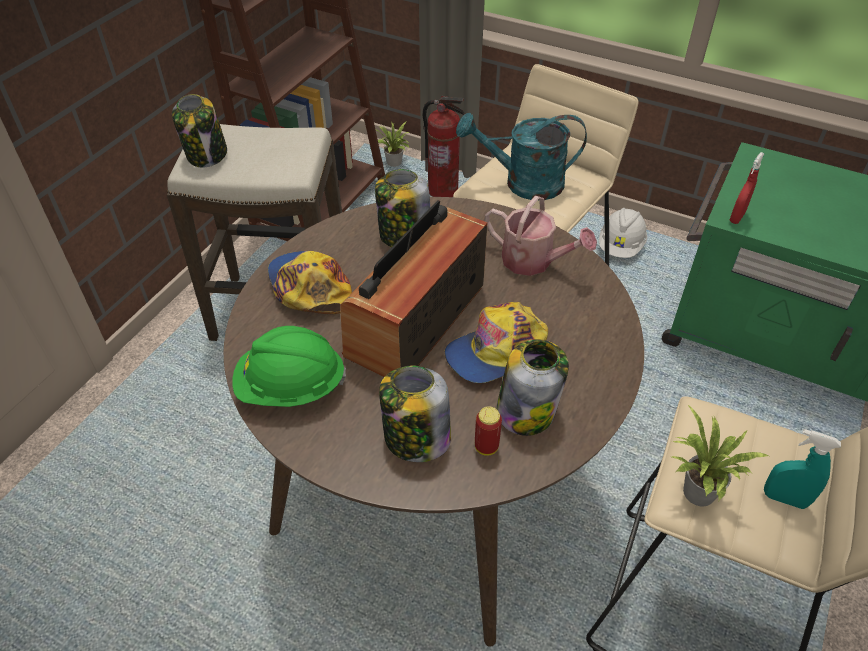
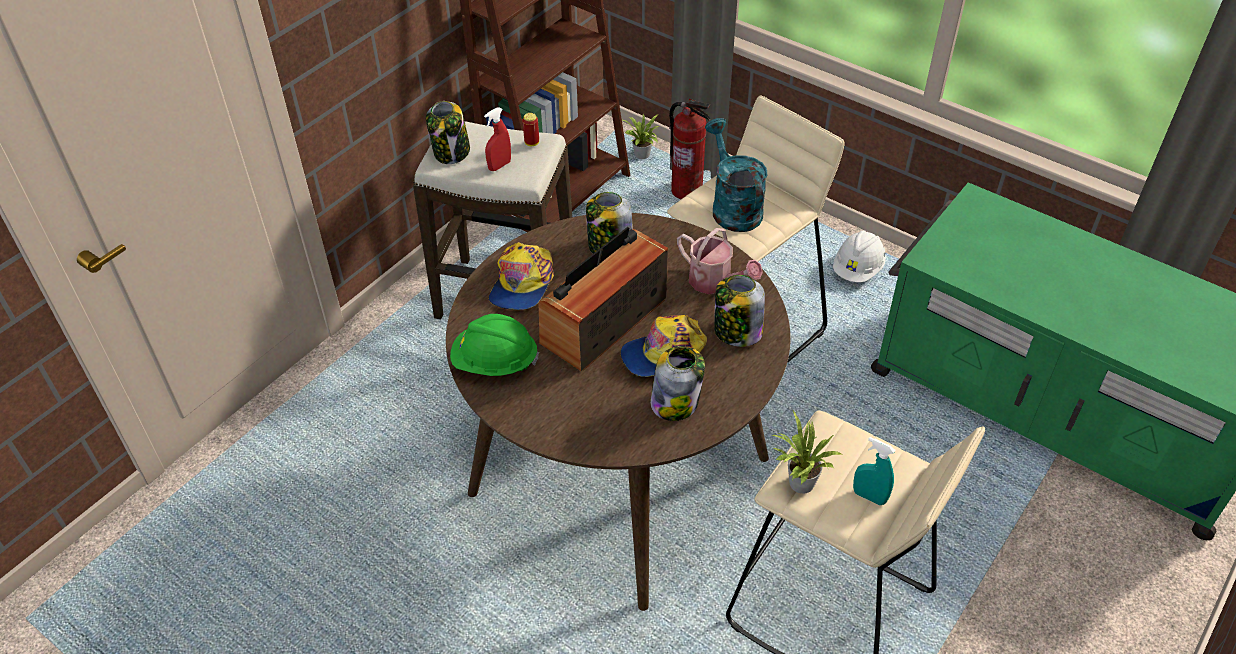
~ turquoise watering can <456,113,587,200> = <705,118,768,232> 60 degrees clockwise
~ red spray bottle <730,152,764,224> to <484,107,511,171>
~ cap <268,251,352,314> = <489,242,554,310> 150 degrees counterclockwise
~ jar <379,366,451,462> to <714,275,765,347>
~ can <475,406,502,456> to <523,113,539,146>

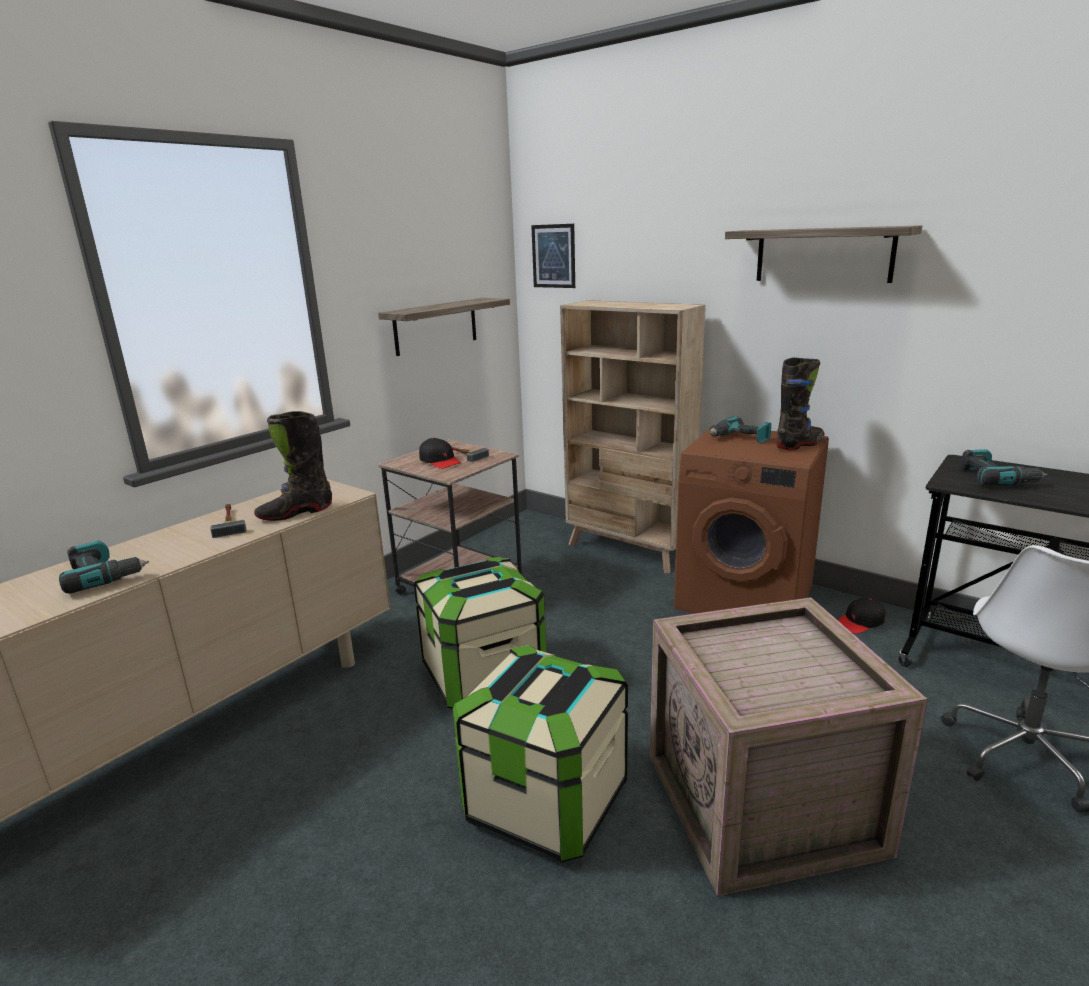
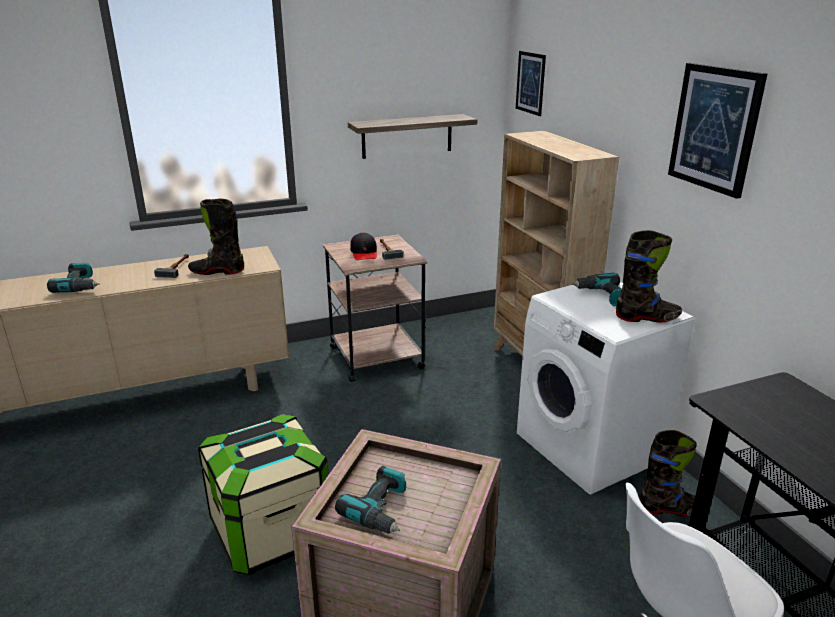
~ shelf <725,225,922,283> to picture <668,63,767,199>
~ brown washing machine <674,425,829,614> to white washing machine <517,282,695,494>
~ power drill <961,449,1048,486> to <335,466,406,534>
- storage box <414,557,546,709>
~ black cap <838,597,885,634> to black boot <639,430,697,517>

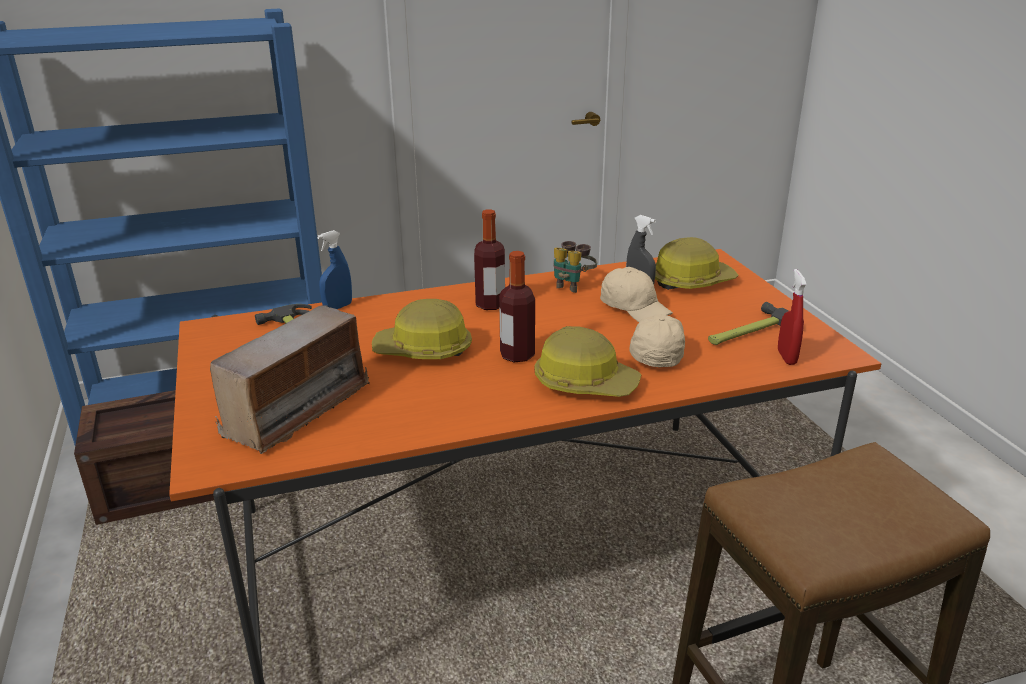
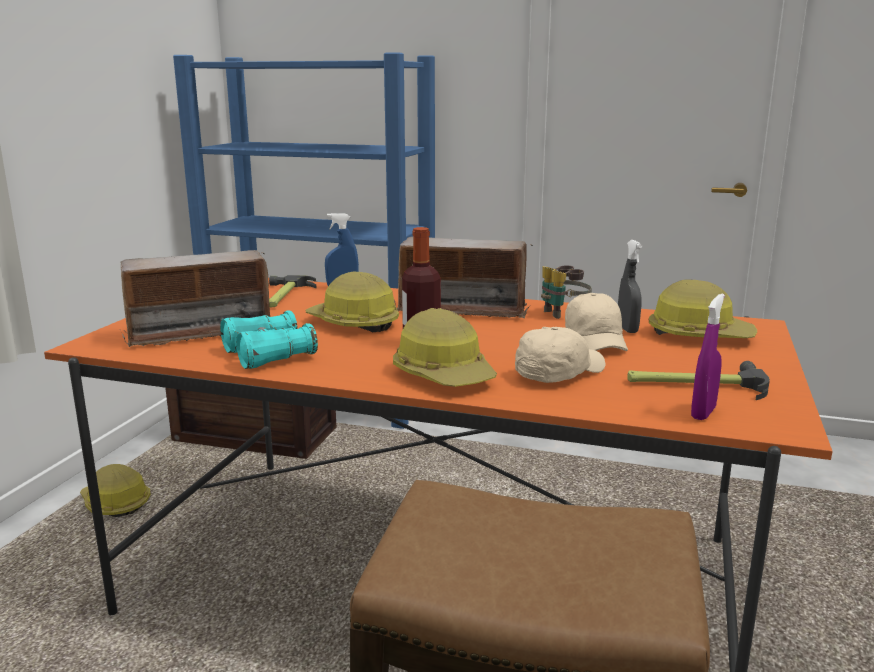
~ bottle <474,209,505,310> to radio <394,236,533,318>
~ red spray bottle <778,269,807,365> to purple spray bottle <691,294,725,420>
+ turquoise binoculars <220,311,318,369>
+ hard hat <80,464,151,517>

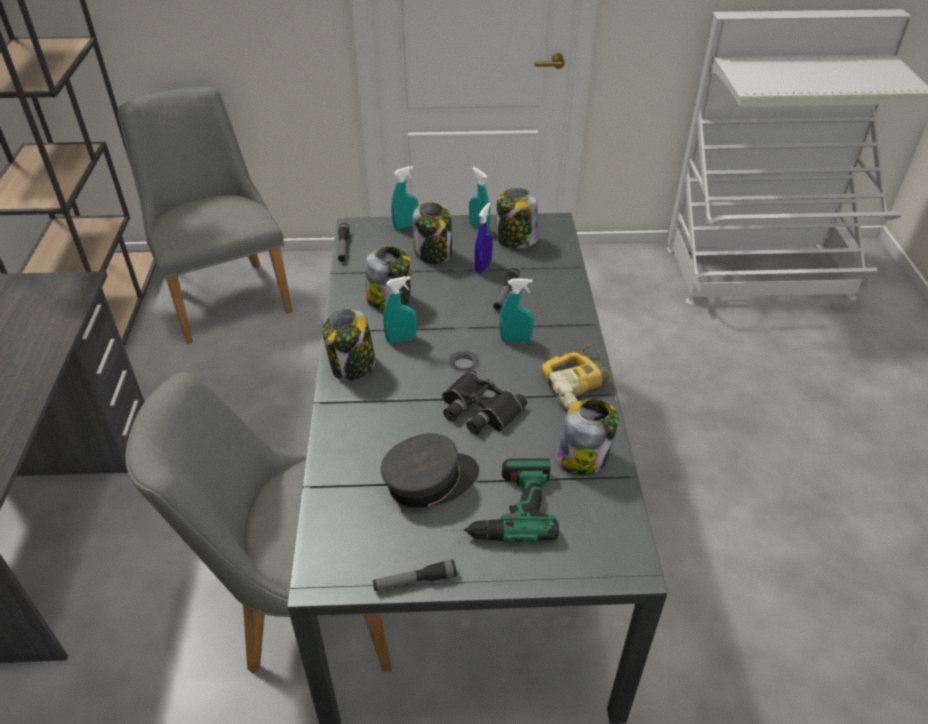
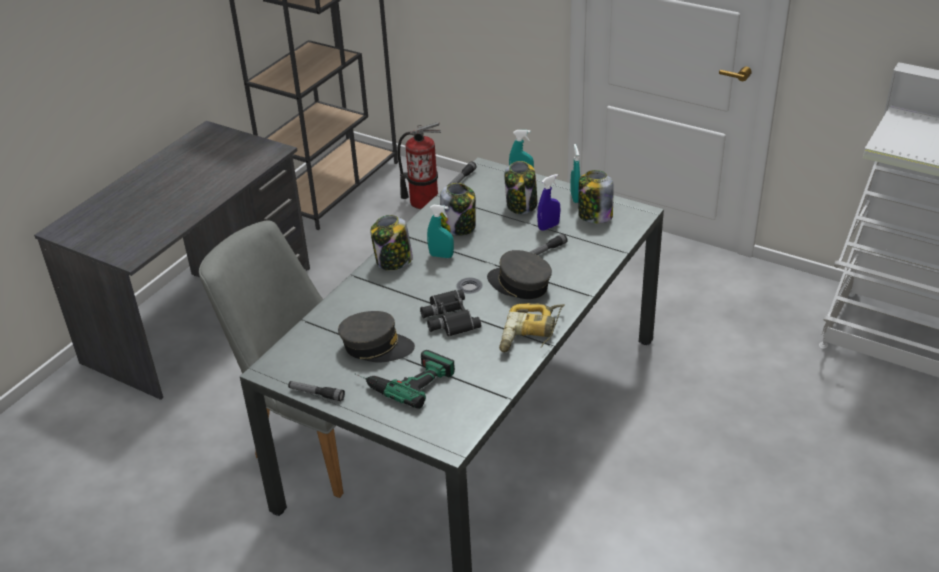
~ grey chair <118,87,293,344> to fire extinguisher <397,122,441,209>
~ turquoise spray bottle <500,279,534,342> to grey cap <487,250,552,299>
- jar <556,398,619,476>

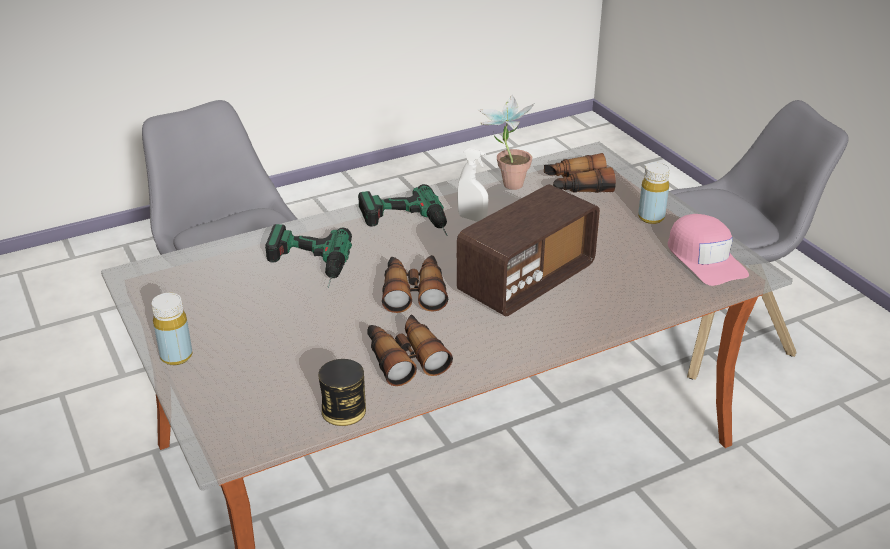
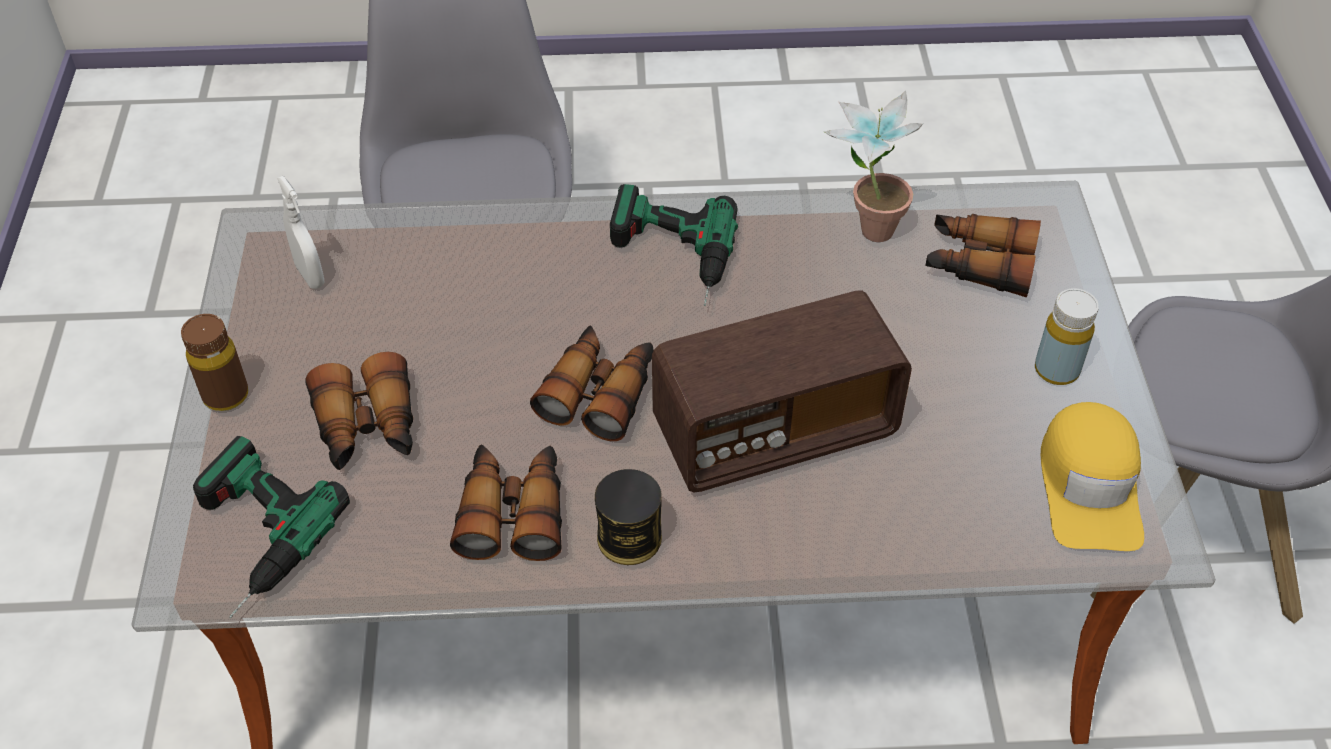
~ white spray bottle <457,148,488,222> to <277,176,325,289>
~ pink cap <668,214,749,286> to yellow cap <1041,402,1144,551>
~ power drill <265,224,352,288> to <193,436,350,618>
~ yellow bottle <152,293,193,365> to brown bottle <181,314,248,411>
~ can <318,359,366,426> to <595,469,662,565>
+ binoculars <305,352,413,470>

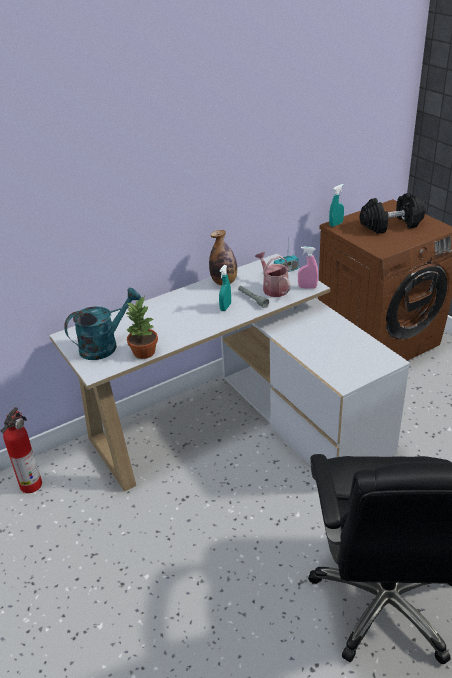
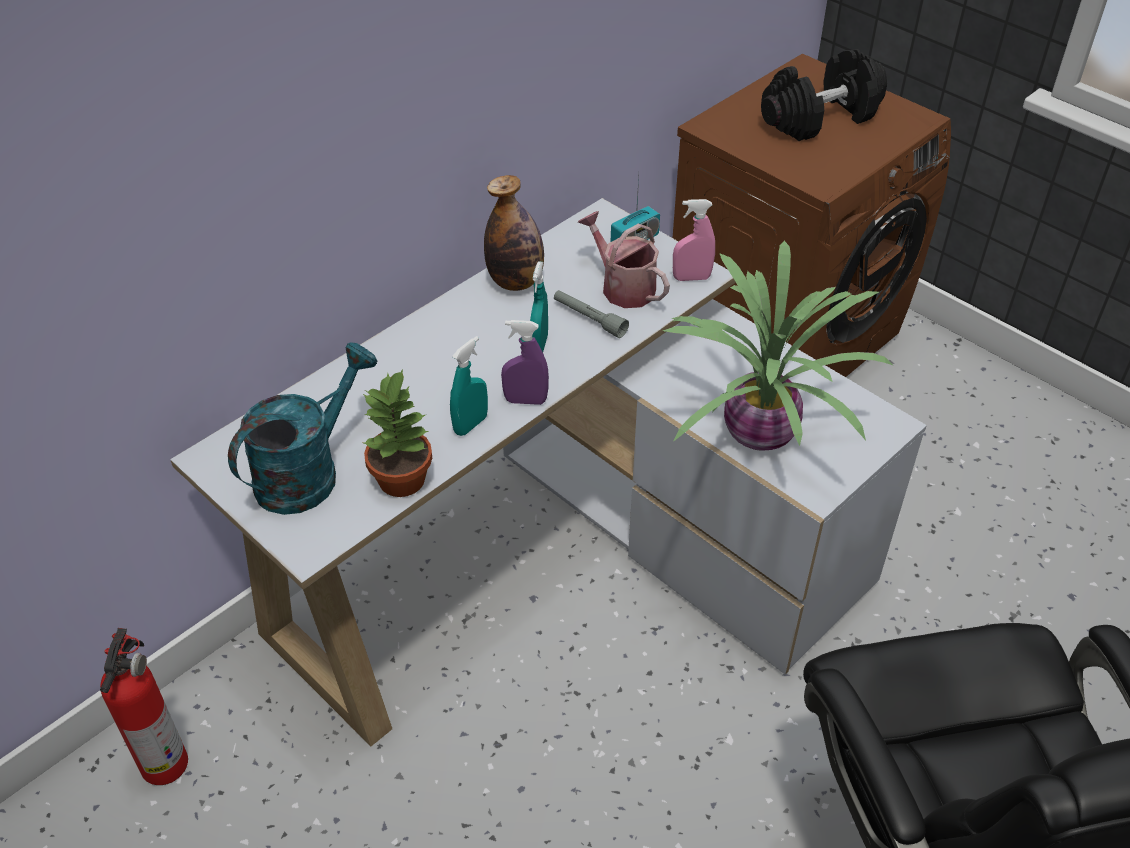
~ turquoise spray bottle <329,184,344,227> to <450,336,488,436>
+ potted plant <663,241,894,451>
+ purple spray bottle <501,320,549,405>

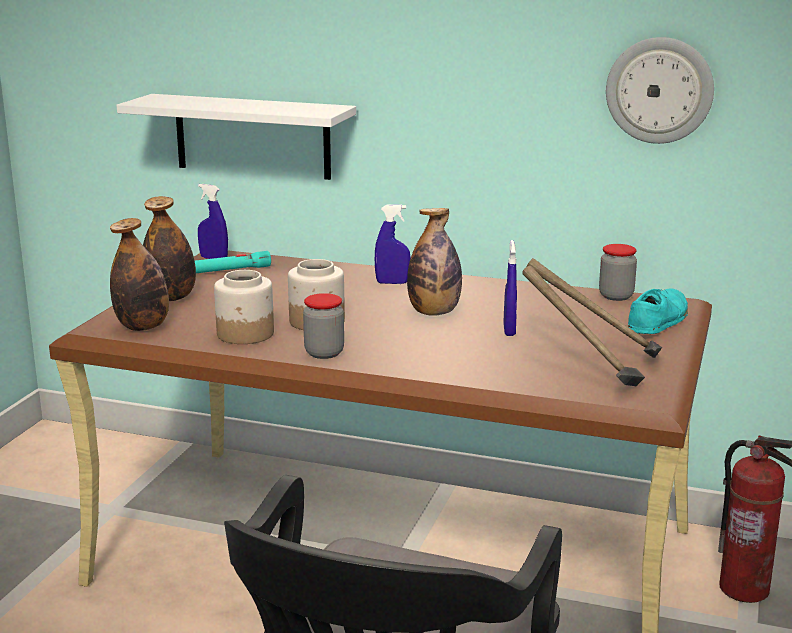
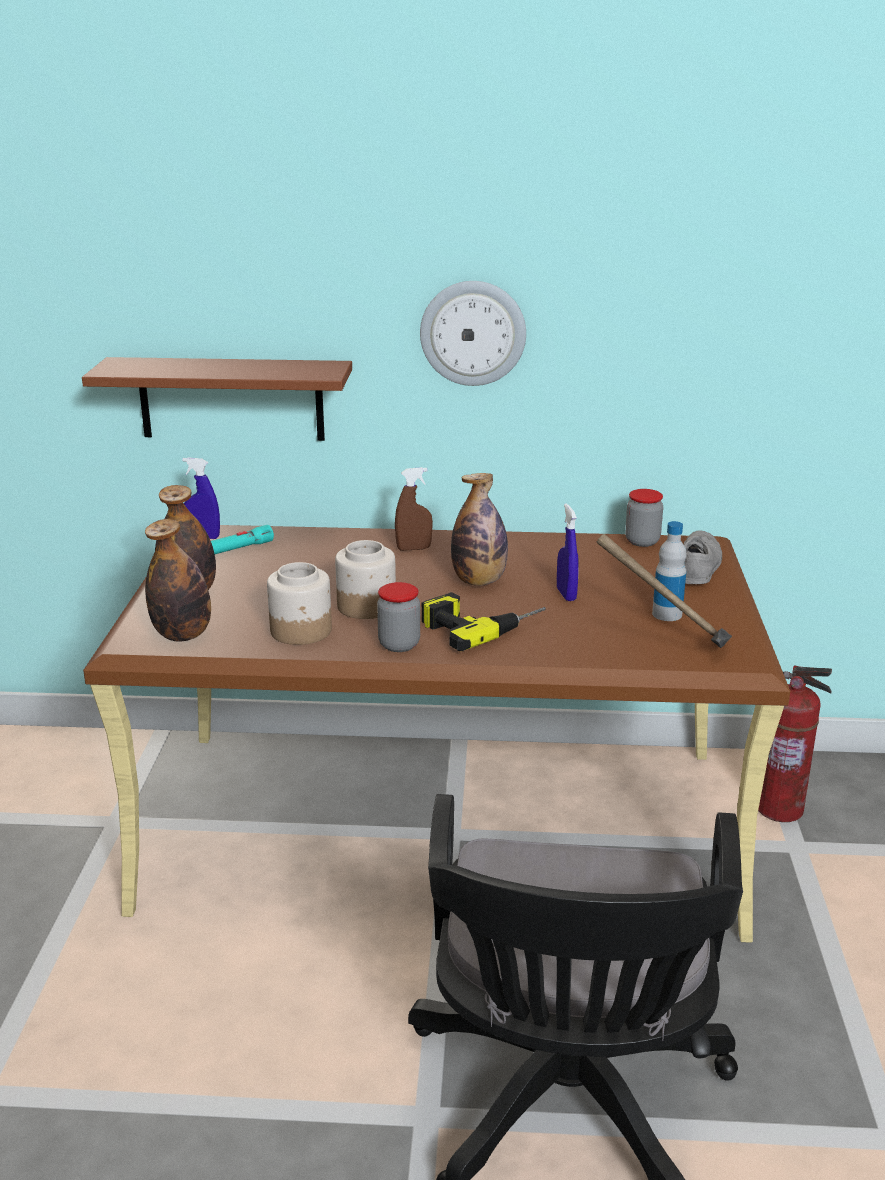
~ wall clock <606,37,714,144> to <420,281,526,386>
~ white shelf <116,94,356,180> to brown shelf <82,357,352,441>
~ blue spray bottle <375,204,411,284> to brown spray bottle <395,467,433,551>
~ hammer <527,258,662,358> to bottle <652,521,687,621>
~ turquoise shoe <628,288,688,334> to grey shoe <684,530,722,584>
+ power drill <422,592,546,652>

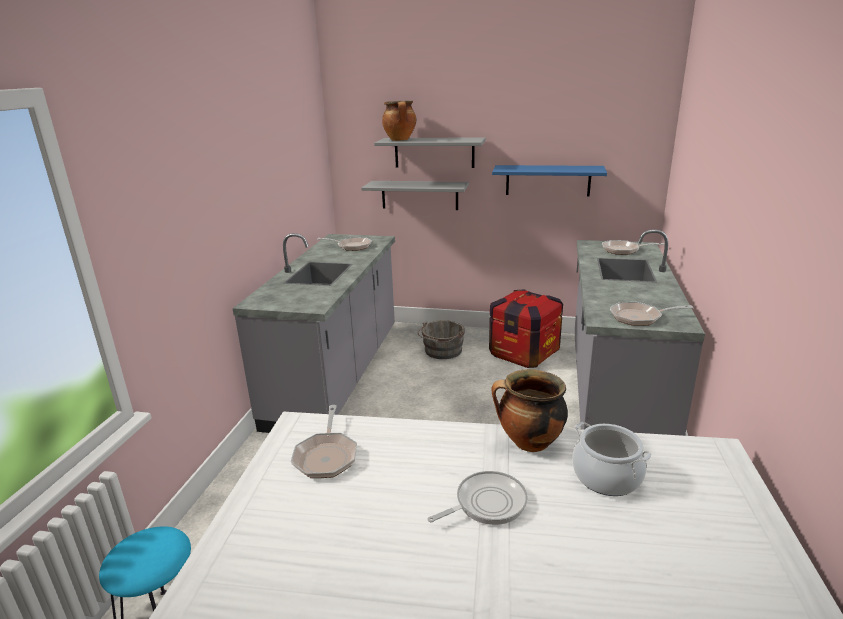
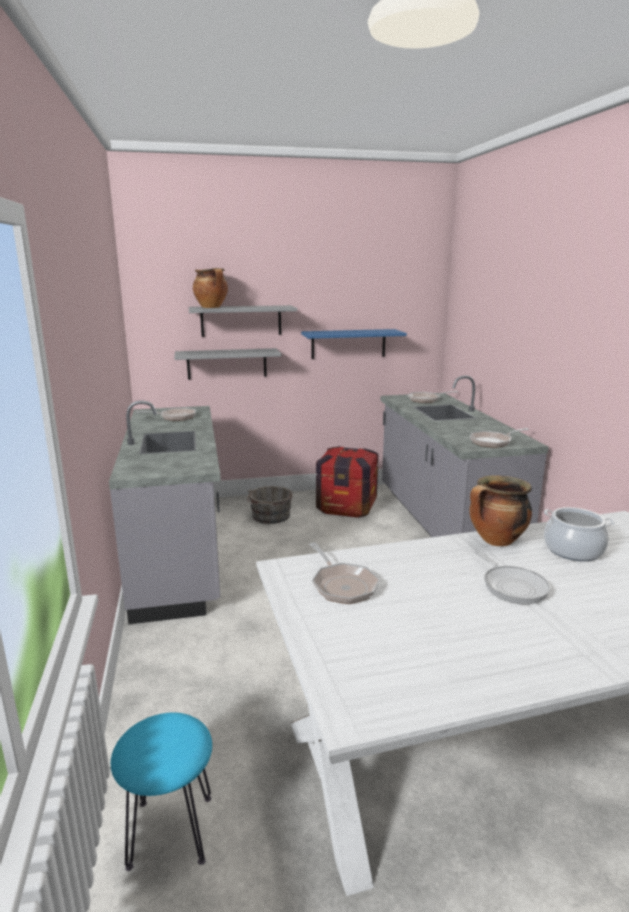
~ frying pan <427,471,528,525> = <474,551,551,604> 120 degrees clockwise

